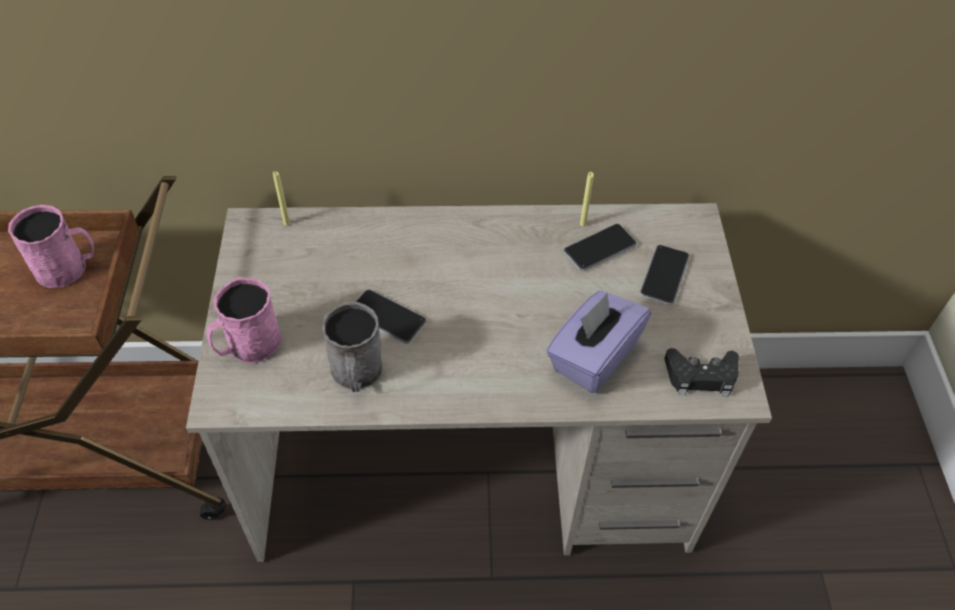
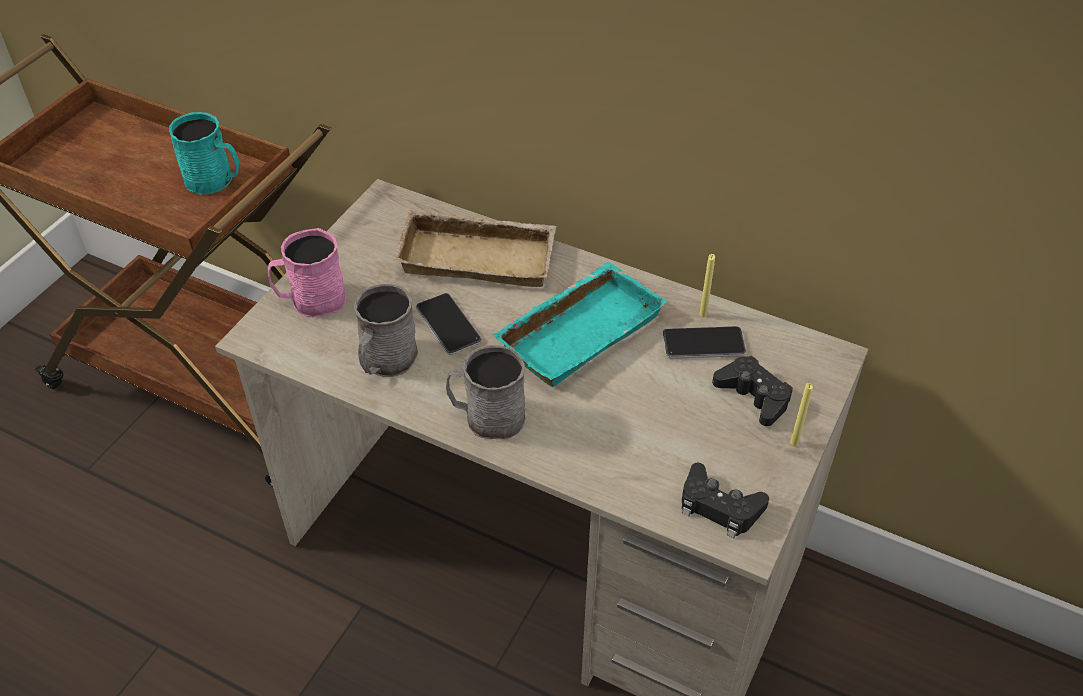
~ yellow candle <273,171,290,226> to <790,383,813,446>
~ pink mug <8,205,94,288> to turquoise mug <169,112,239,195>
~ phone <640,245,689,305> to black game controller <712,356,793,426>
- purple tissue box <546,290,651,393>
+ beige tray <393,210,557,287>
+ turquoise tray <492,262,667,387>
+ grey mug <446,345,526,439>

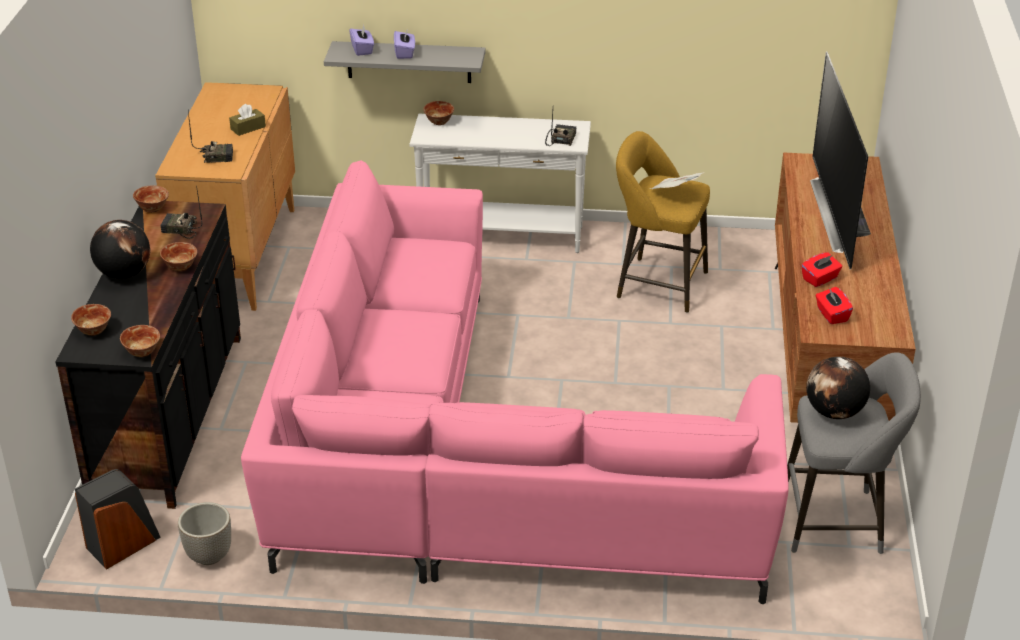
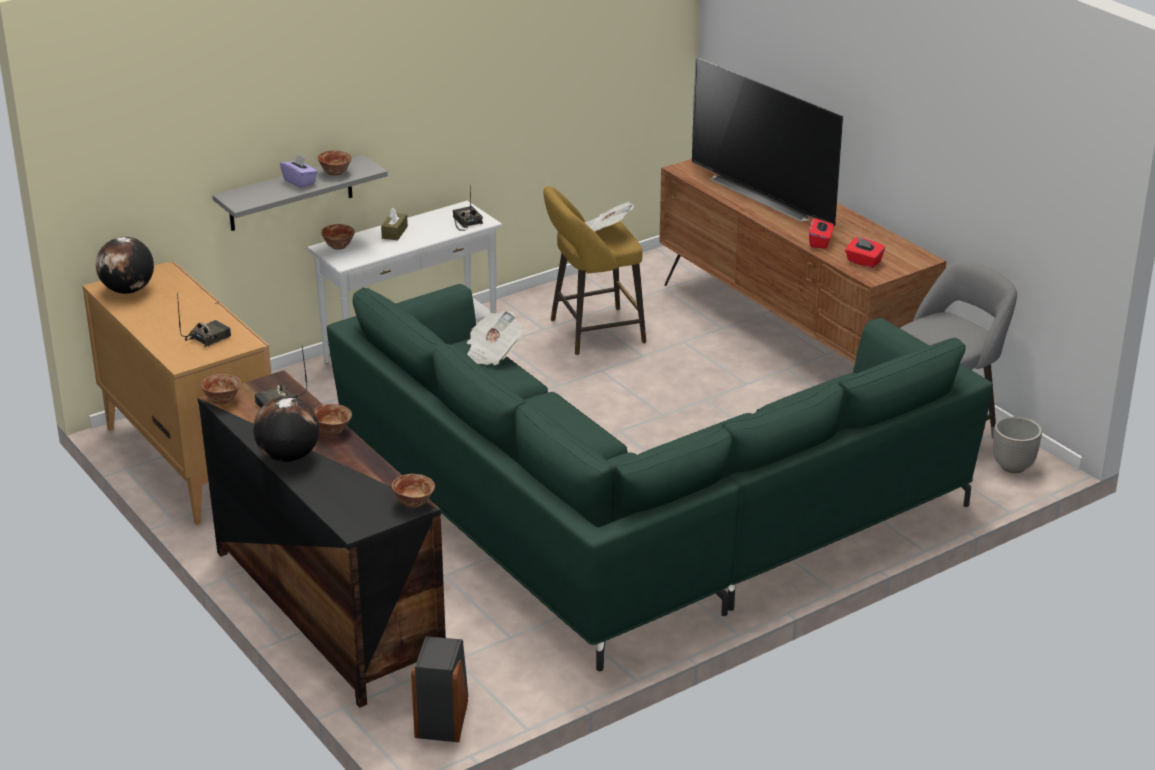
- purple tissue box <349,25,374,56>
~ brown tissue box <229,104,266,136> to <381,207,408,240>
~ pink sofa <241,160,789,604> to green sofa <327,284,993,671>
~ bowl <71,304,111,336> to <318,150,352,176>
~ globe <806,357,870,419> to <96,237,154,294>
~ planter <178,502,231,565> to <993,417,1042,473>
+ newspaper <467,311,523,365>

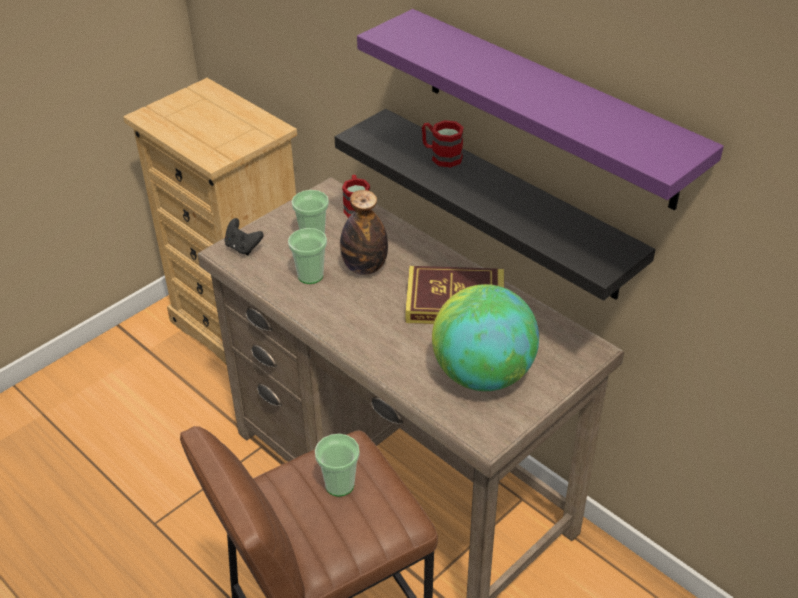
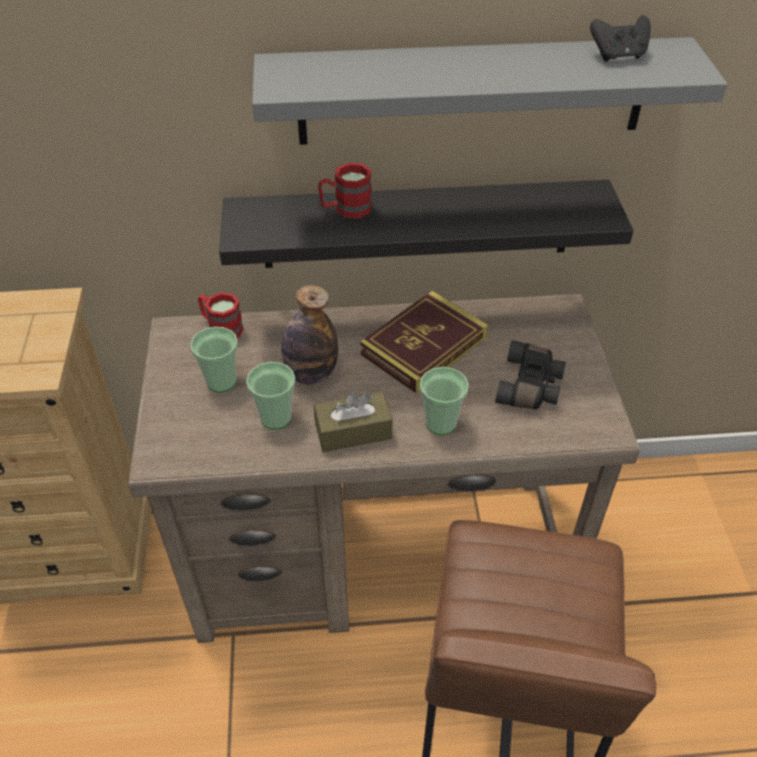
~ purple shelf <357,9,724,210> to grey shelf <252,37,728,145>
~ black game controller <225,218,264,255> to <590,15,651,62>
~ globe <432,284,539,391> to black binoculars <495,340,566,409>
~ cup <315,434,360,497> to <420,367,469,435>
+ brown tissue box <314,392,392,452>

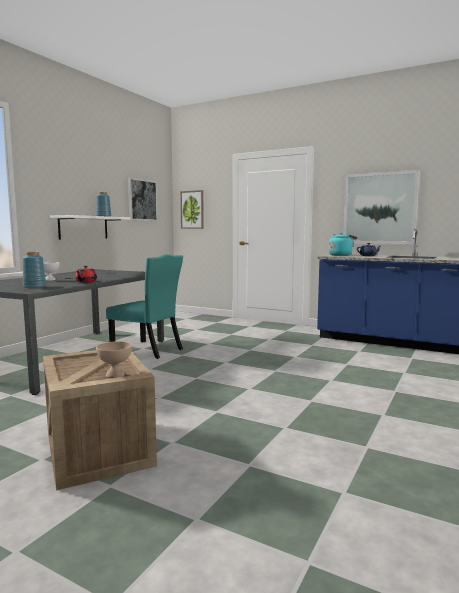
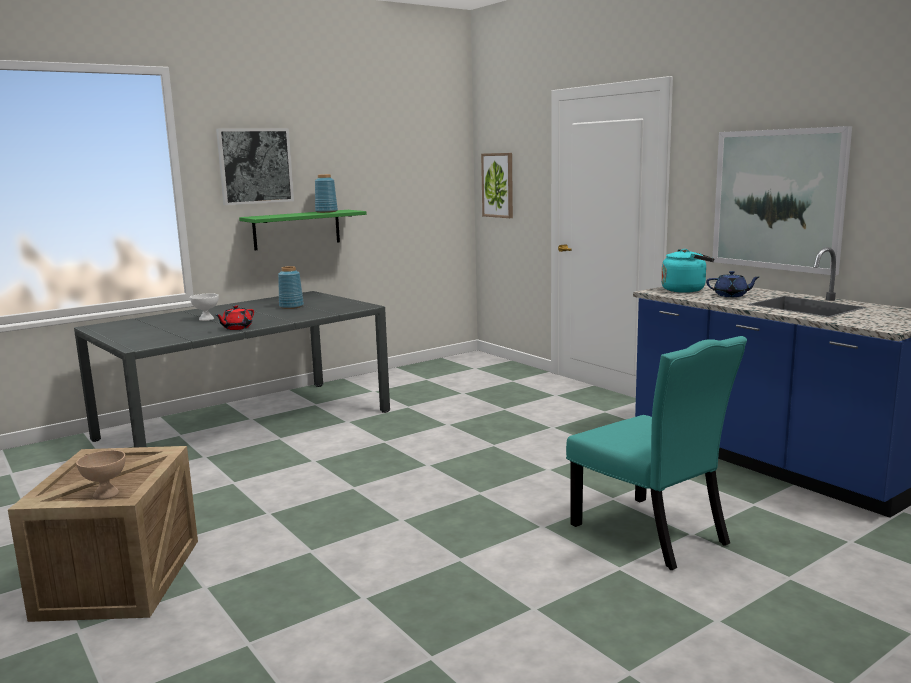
~ picture <128,178,158,221> to <216,128,294,205>
~ white shelf <50,215,130,239> to green shelf <239,210,367,251>
~ blue vase <23,252,46,288> to <278,266,304,309>
~ turquoise chair <106,254,183,359> to <566,336,747,570>

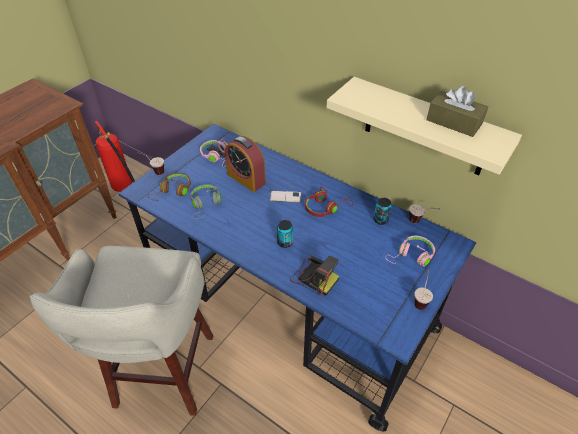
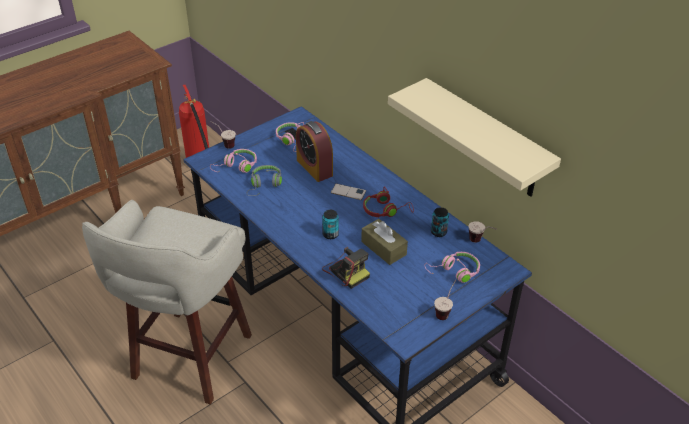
~ brown tissue box <426,86,488,137> to <361,219,408,265>
~ brown headphones <148,173,191,201> to pink headphones <210,149,257,173>

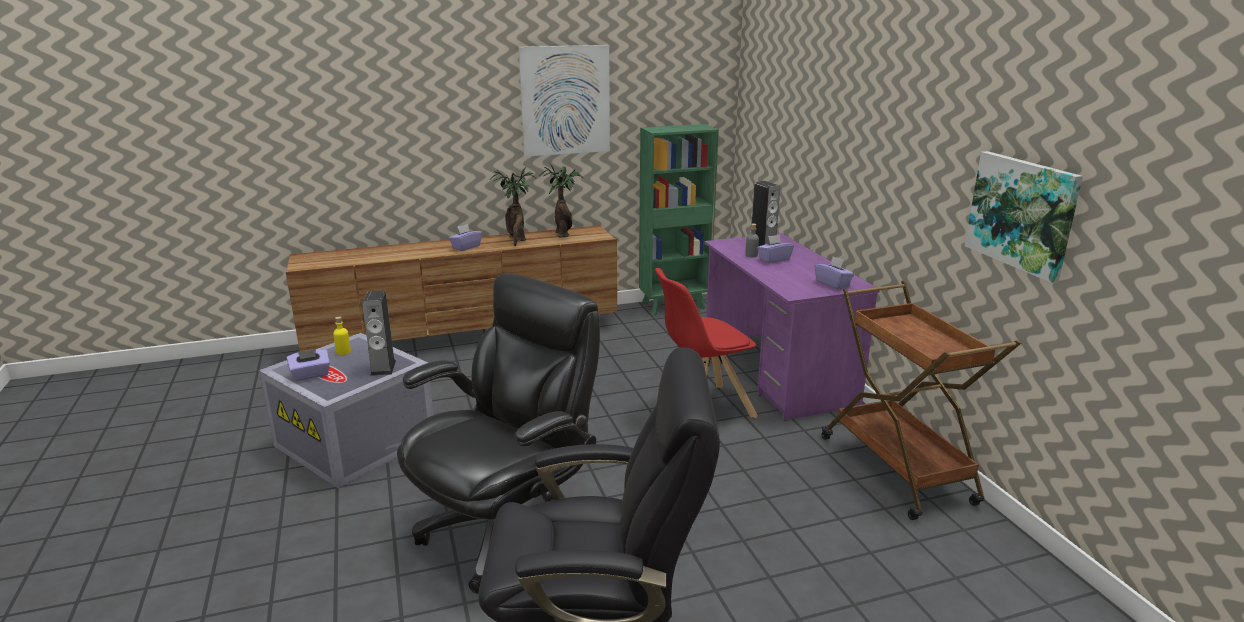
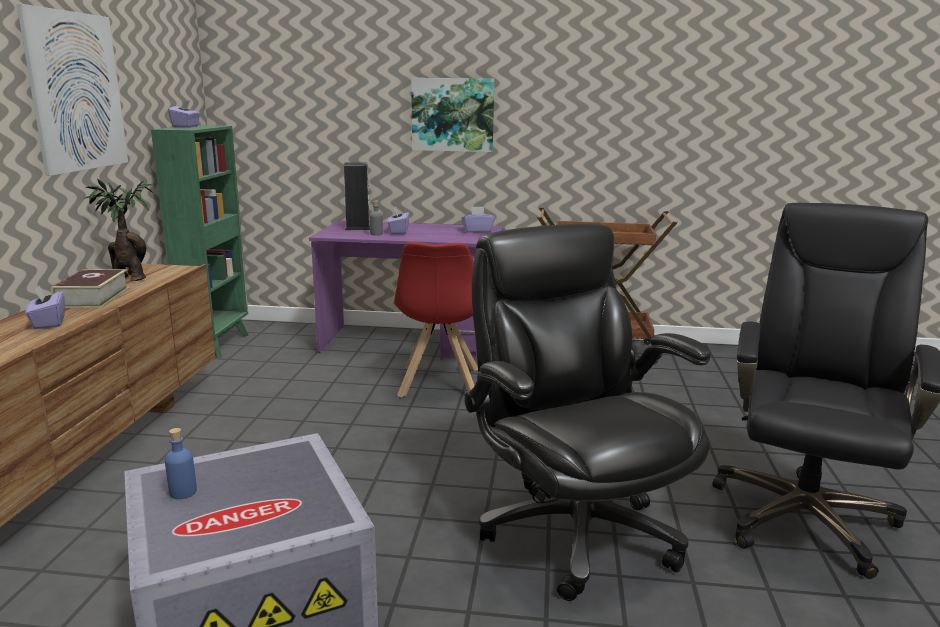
~ picture <965,151,1083,283> to <411,78,494,152>
~ potted plant <490,167,537,247> to book <51,269,130,308>
- speaker <362,290,396,376>
~ yellow bottle <333,317,351,355> to blue bottle <165,428,197,499>
~ purple tissue box <287,349,330,381> to <168,100,200,128>

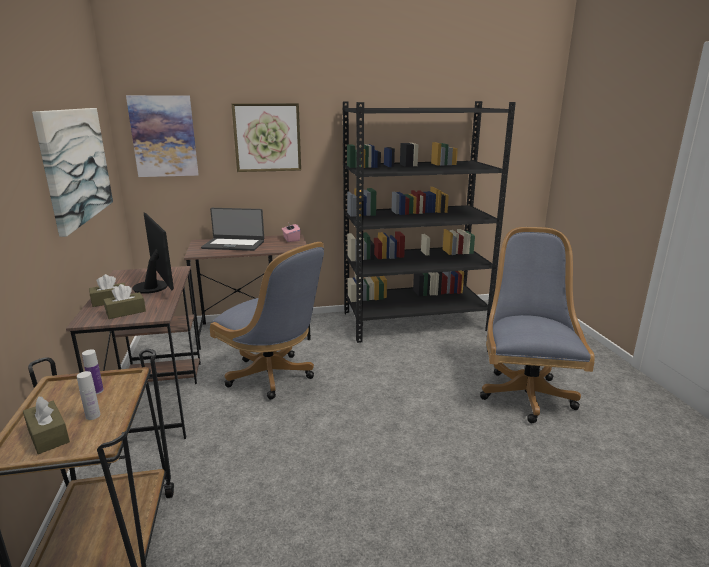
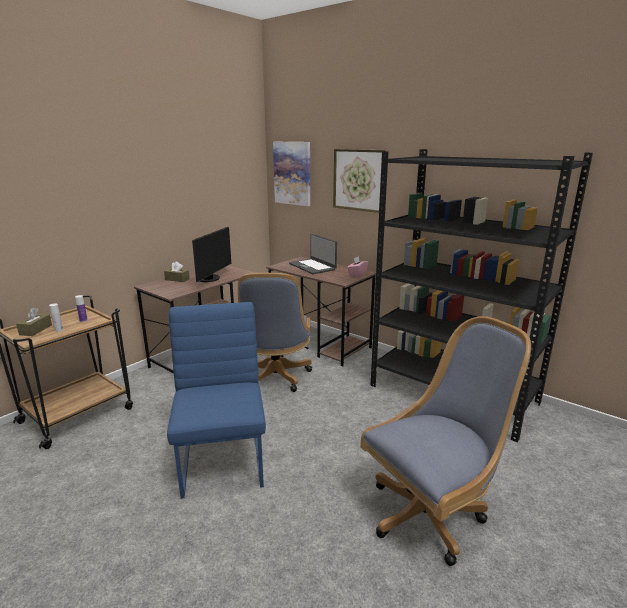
- picture <32,108,113,237>
- brown tissue box <103,284,146,319>
+ blue chair <167,302,266,499>

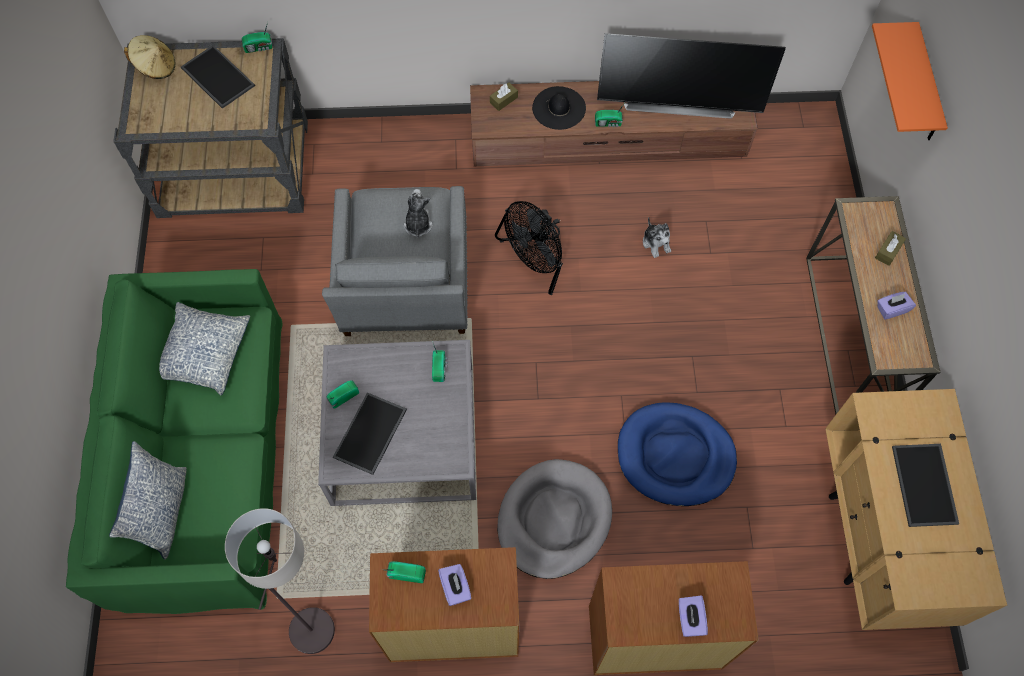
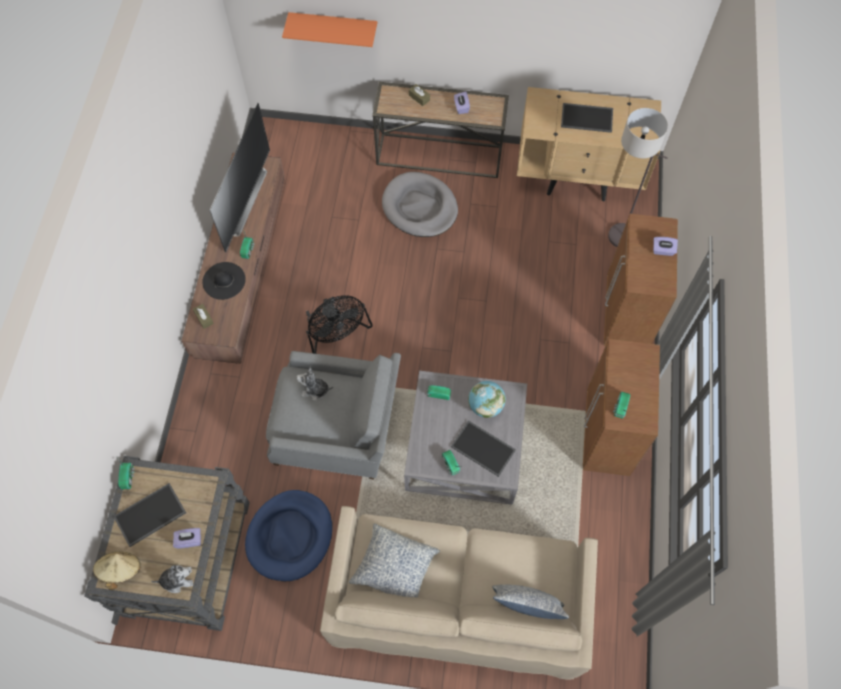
~ plush toy <643,217,671,258> to <151,565,193,593>
~ green sofa <66,269,282,614> to beige sofa <320,506,598,680>
~ blue dog bed <618,402,737,506> to <245,490,332,581>
~ grey dog bed <497,459,612,579> to <382,172,458,237>
~ grey floor lamp <225,508,335,654> to <608,108,668,247>
~ purple tissue box <438,564,471,606> to <173,528,201,549>
+ globe <468,381,506,418>

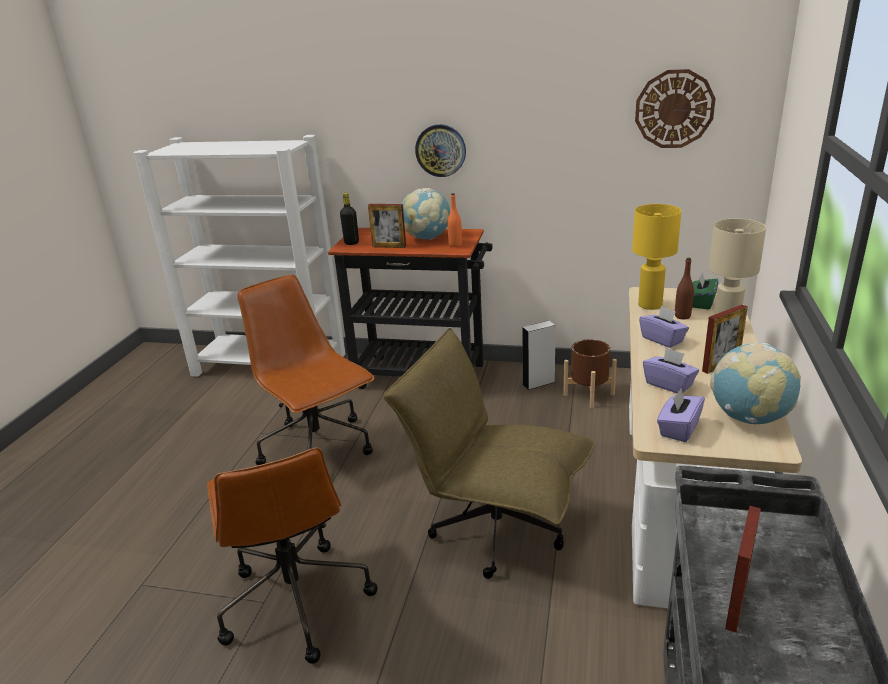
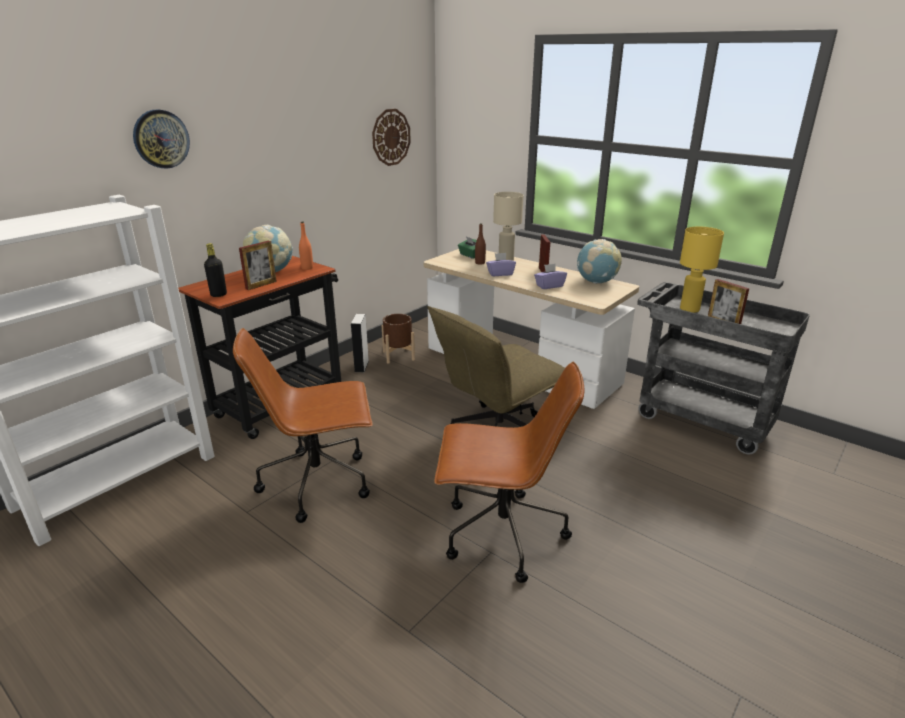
~ wall clock <415,124,466,177> to <133,110,190,169>
~ yellow table lamp <632,204,682,310> to <680,226,724,313>
- purple tissue box <657,388,705,442>

